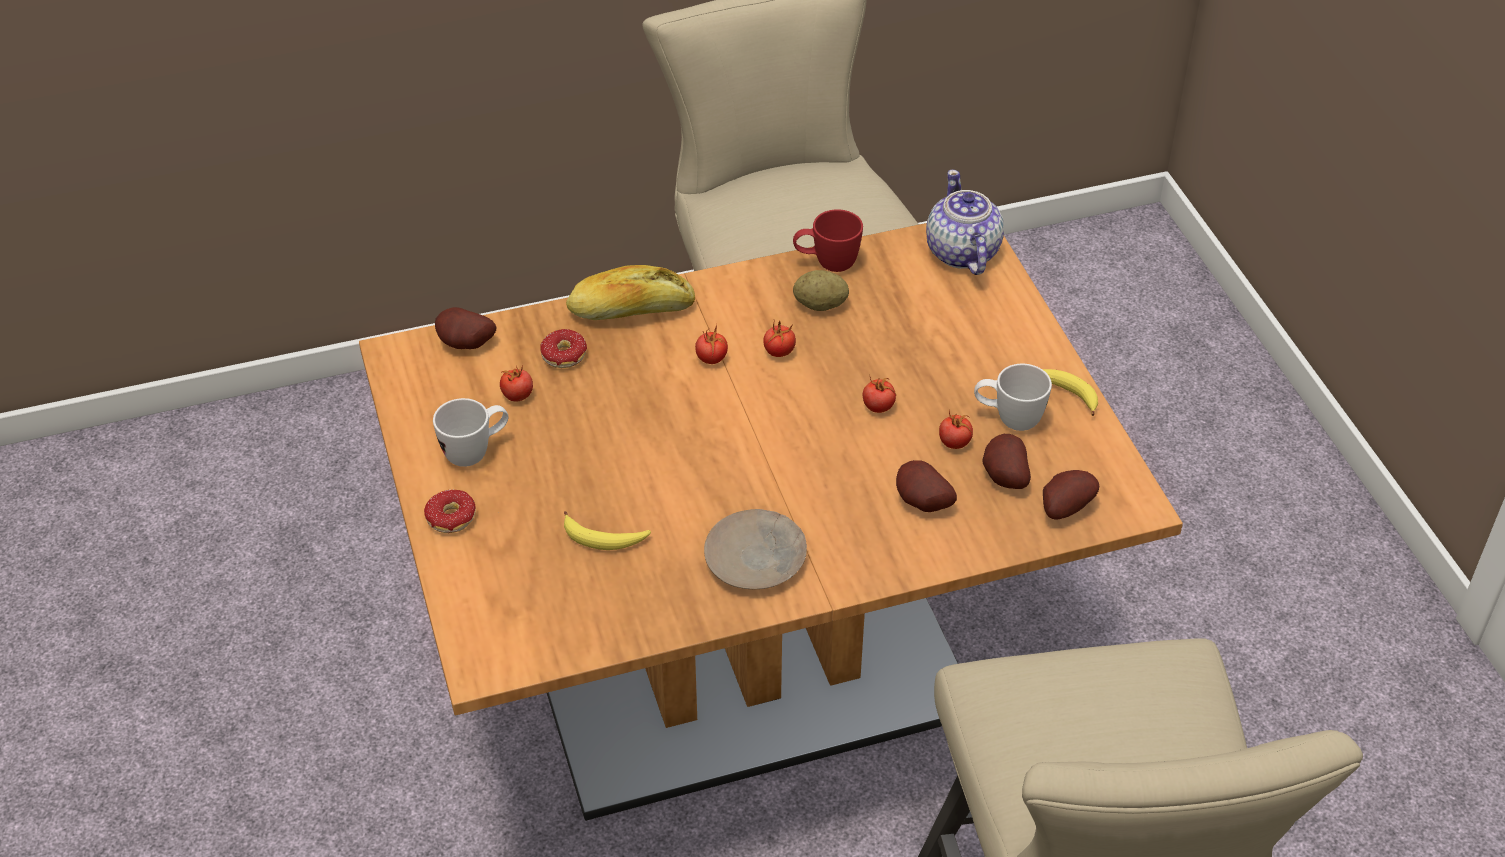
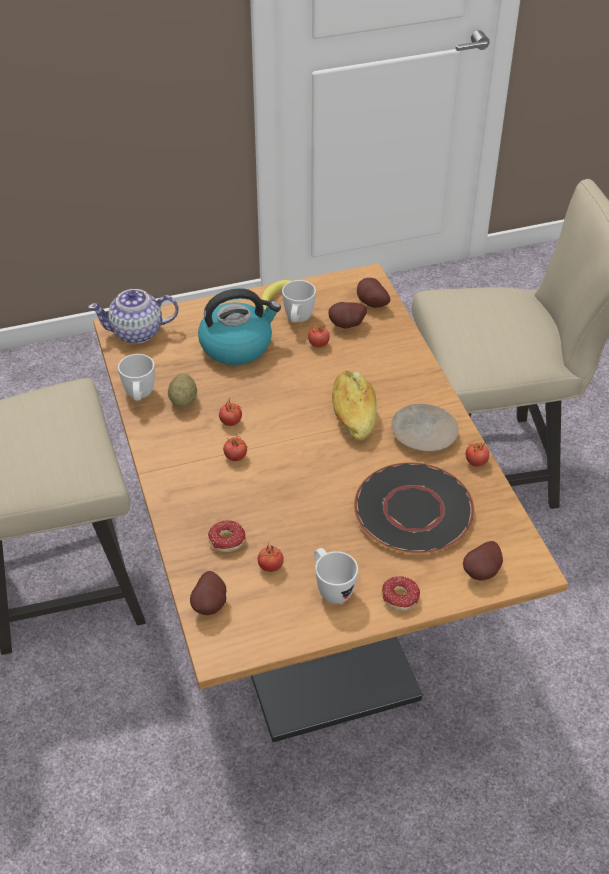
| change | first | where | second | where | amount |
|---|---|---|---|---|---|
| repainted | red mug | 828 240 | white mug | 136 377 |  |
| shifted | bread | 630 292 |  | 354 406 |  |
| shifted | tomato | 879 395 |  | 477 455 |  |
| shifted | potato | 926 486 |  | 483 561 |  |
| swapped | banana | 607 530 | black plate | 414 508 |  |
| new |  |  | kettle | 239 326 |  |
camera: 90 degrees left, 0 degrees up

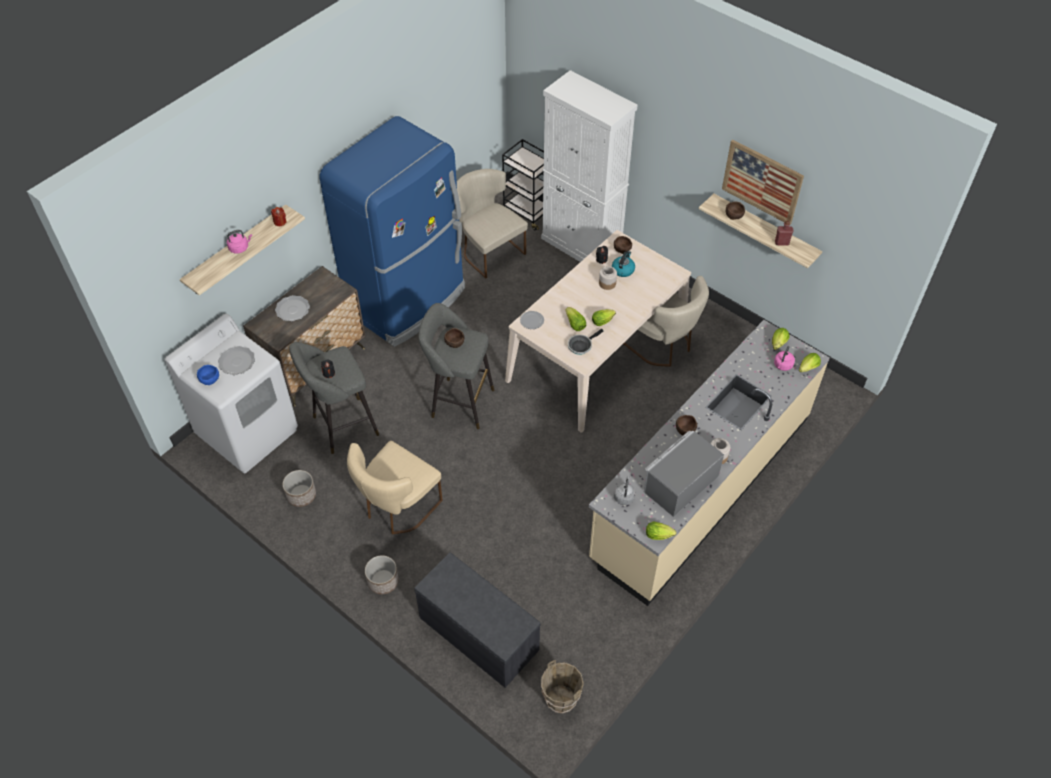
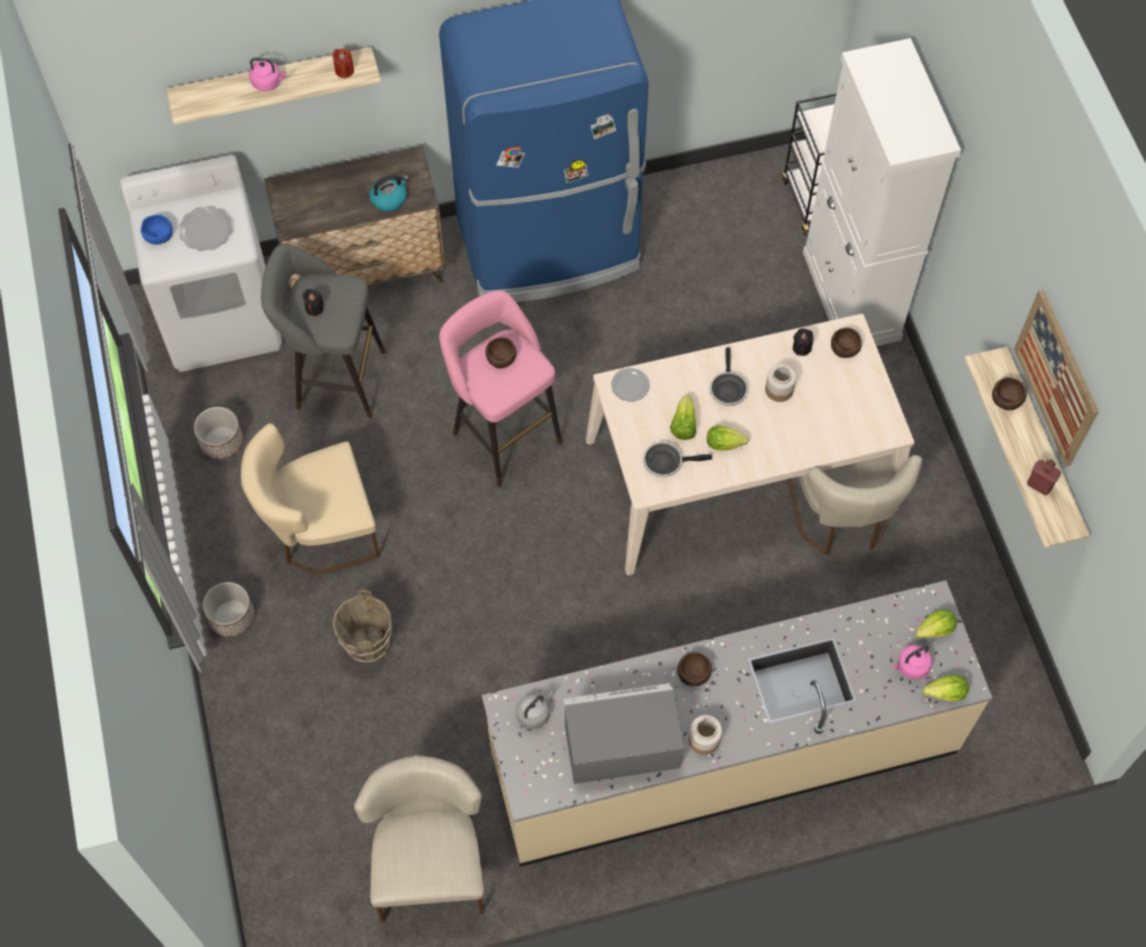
| change | first | where | second | where | amount |
|---|---|---|---|---|---|
| shifted | beige chair | 492 223 |  | 419 838 |  |
| shifted | kettle | 623 264 |  | 389 193 |  |
| gone | plate | 292 308 |  |  |  |
| repainted | grey stool | 456 366 | pink stool | 500 388 |  |
| gone | lettuce | 661 531 |  |  |  |
| gone | grey bench | 477 620 |  |  |  |
| shifted | brown bucket | 562 686 |  | 362 626 |  |
| new |  |  | frying pan | 729 376 |  |
camera: 35 degrees right, 10 degrees up

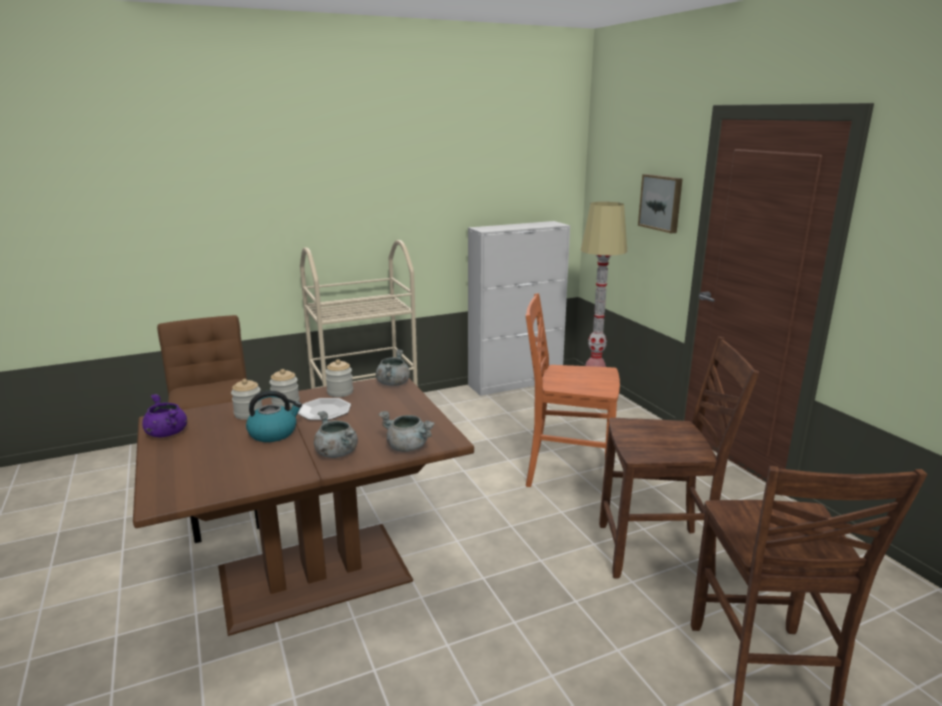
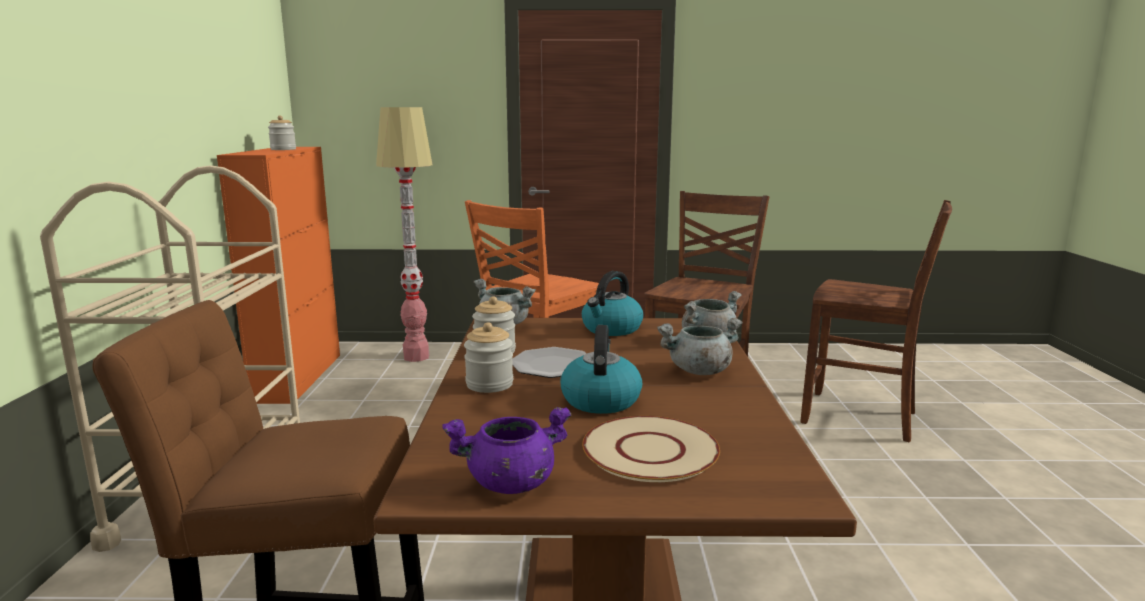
| change | first | where | second | where | amount |
|---|---|---|---|---|---|
| gone | picture | 660 203 |  |  |  |
| repainted | white cabinet | 519 308 | orange cabinet | 278 275 |  |
| shifted | jar | 246 399 |  | 282 132 |  |
| new |  |  | kettle | 613 303 |  |
| new |  |  | beige plate | 651 449 |  |
camera: 65 degrees left, 5 degrees down

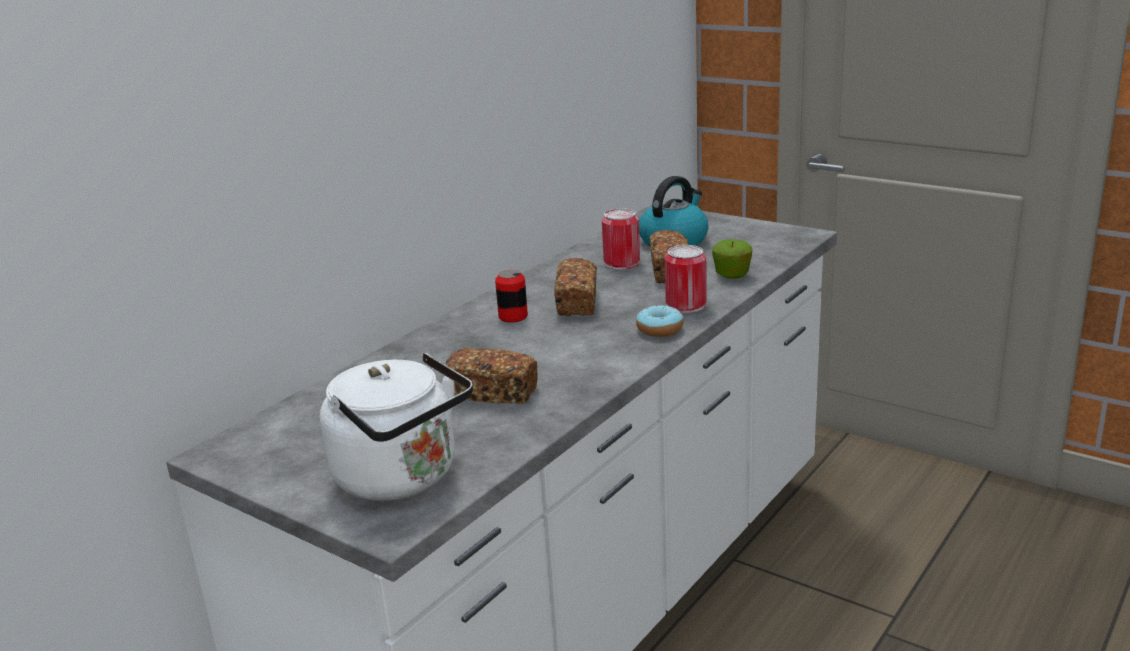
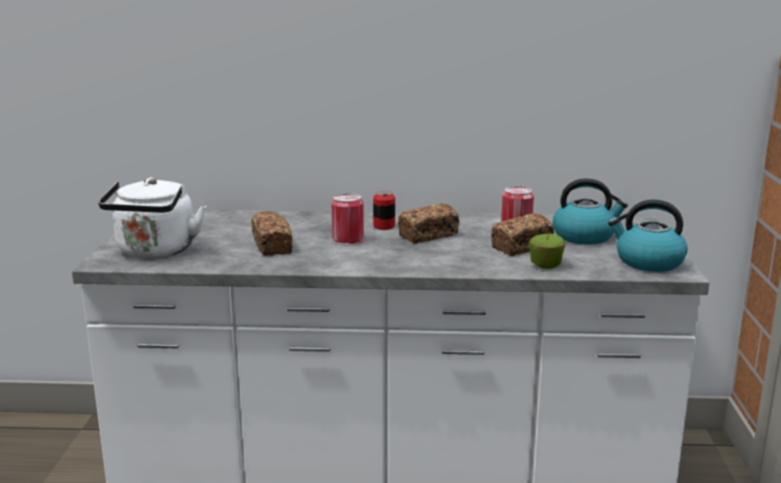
| change | first | where | second | where | amount |
|---|---|---|---|---|---|
| shifted | can | 686 279 |  | 348 219 |  |
| gone | donut | 660 321 |  |  |  |
| new |  |  | kettle | 648 236 |  |
camera: 55 degrees right, 5 degrees down

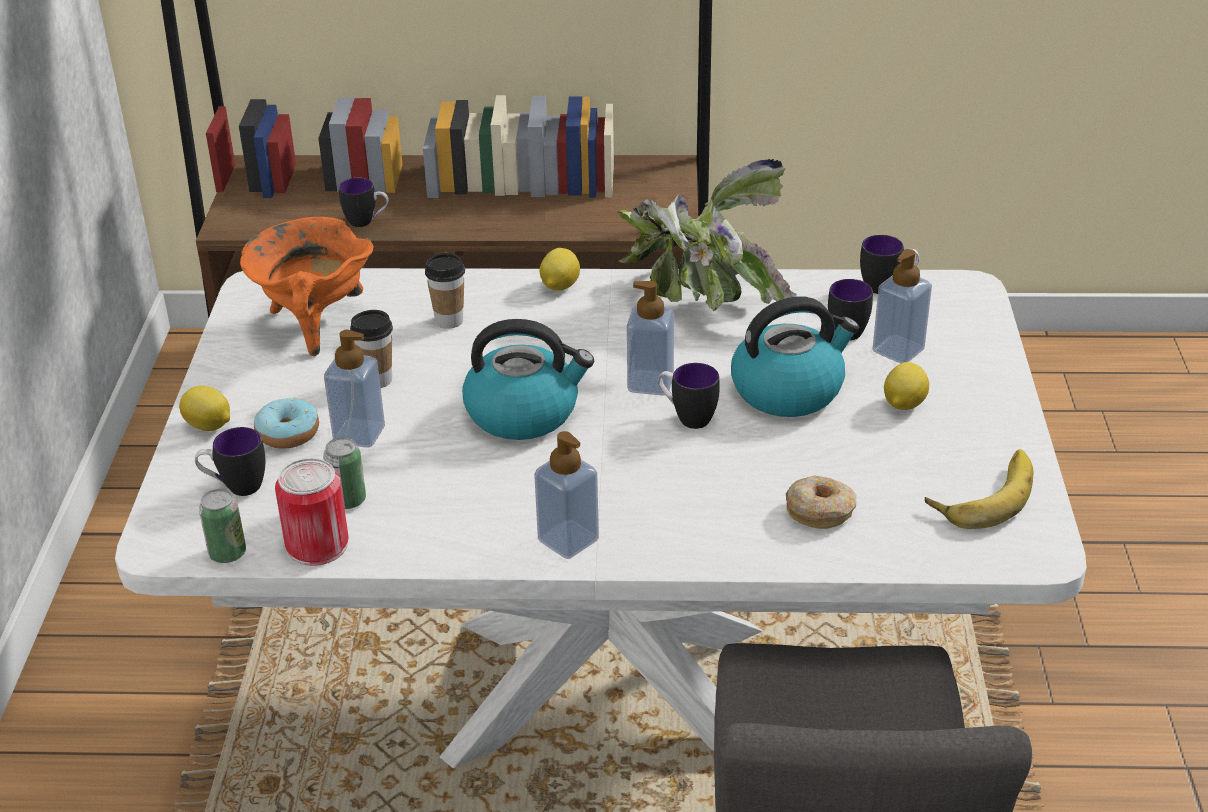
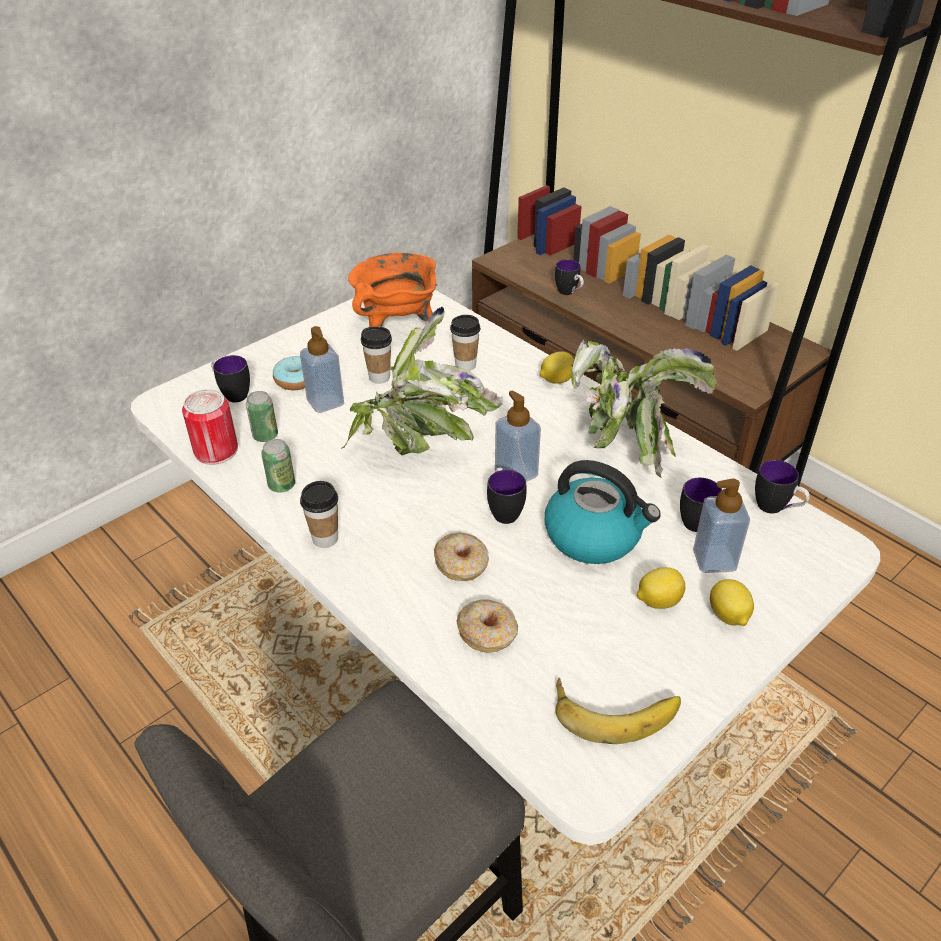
| change | first | where | second | where | amount |
|---|---|---|---|---|---|
| swapped | kettle | 528 379 | potted plant | 422 381 |  |
| shifted | lemon | 204 408 |  | 732 602 |  |
| swapped | soap dispenser | 566 495 | cup | 319 514 |  |
| shifted | can | 222 526 |  | 278 466 |  |
| new |  |  | donut | 461 557 |  |
camera: 45 degrees right, 5 degrees up

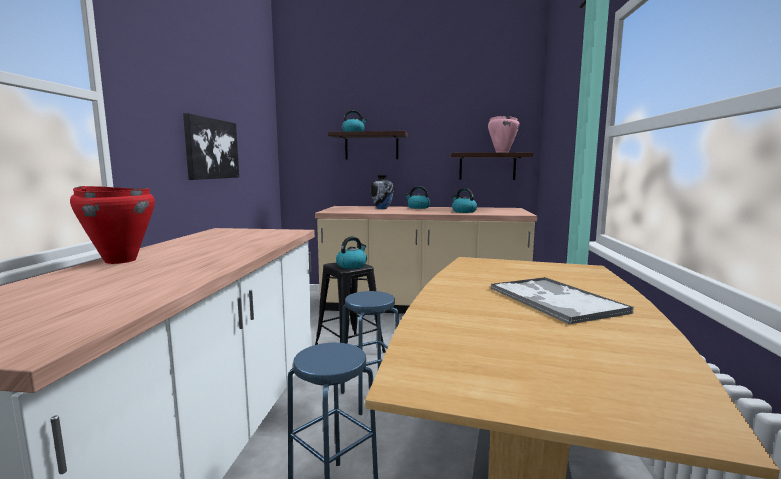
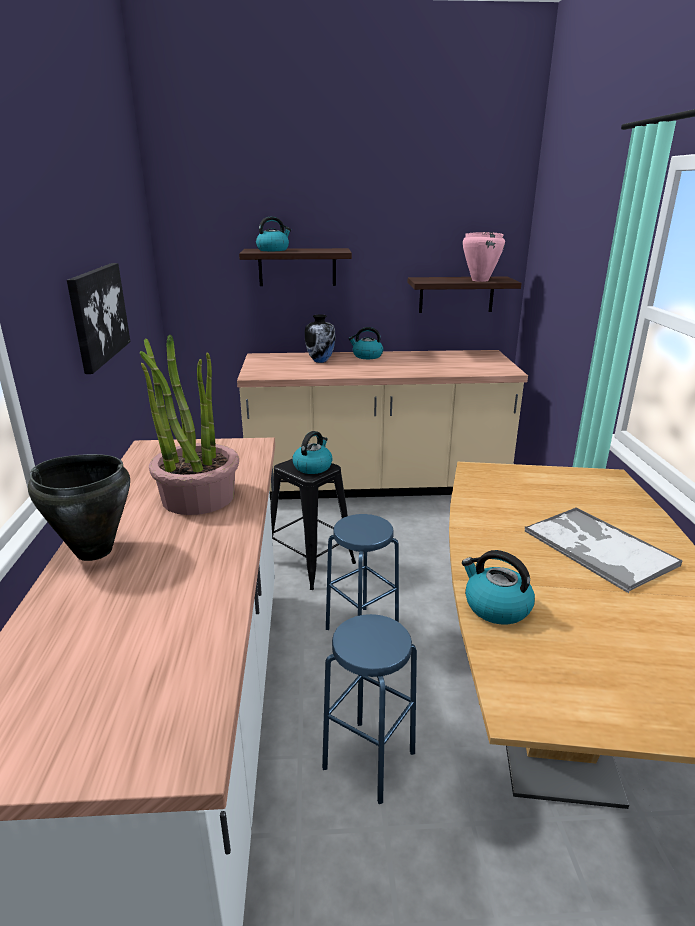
| change | first | where | second | where | amount |
|---|---|---|---|---|---|
| repainted | red cooking pot | 112 225 | black cooking pot | 79 507 |  |
| shifted | kettle | 464 200 |  | 498 587 |  |
| new |  |  | potted plant | 189 425 |  |
camera: 10 degrees left, 15 degrees up

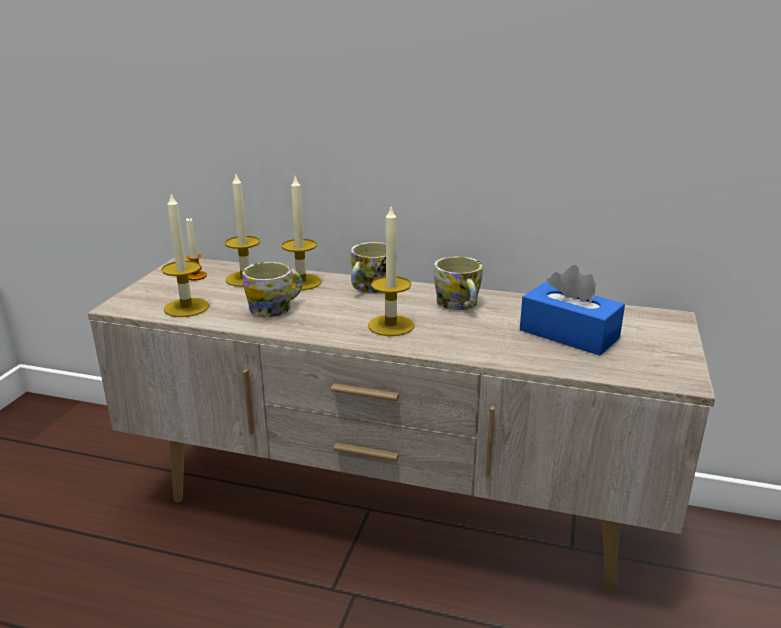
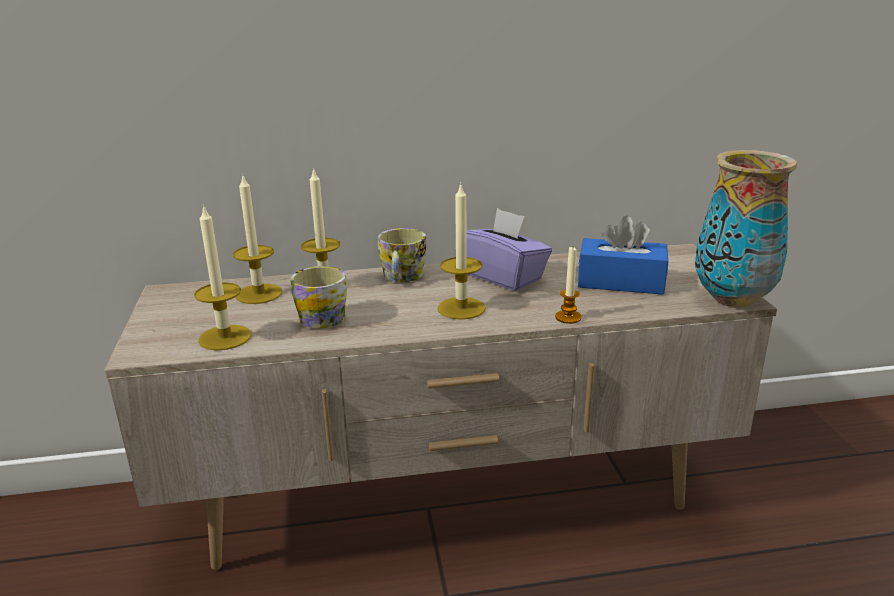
| change | first | where | second | where | amount |
|---|---|---|---|---|---|
| shifted | candle | 196 249 |  | 568 285 |  |
| swapped | mug | 458 283 | purple tissue box | 503 249 |  |
| new |  |  | vase | 746 229 |  |
camera: 25 degrees left, 0 degrees up

